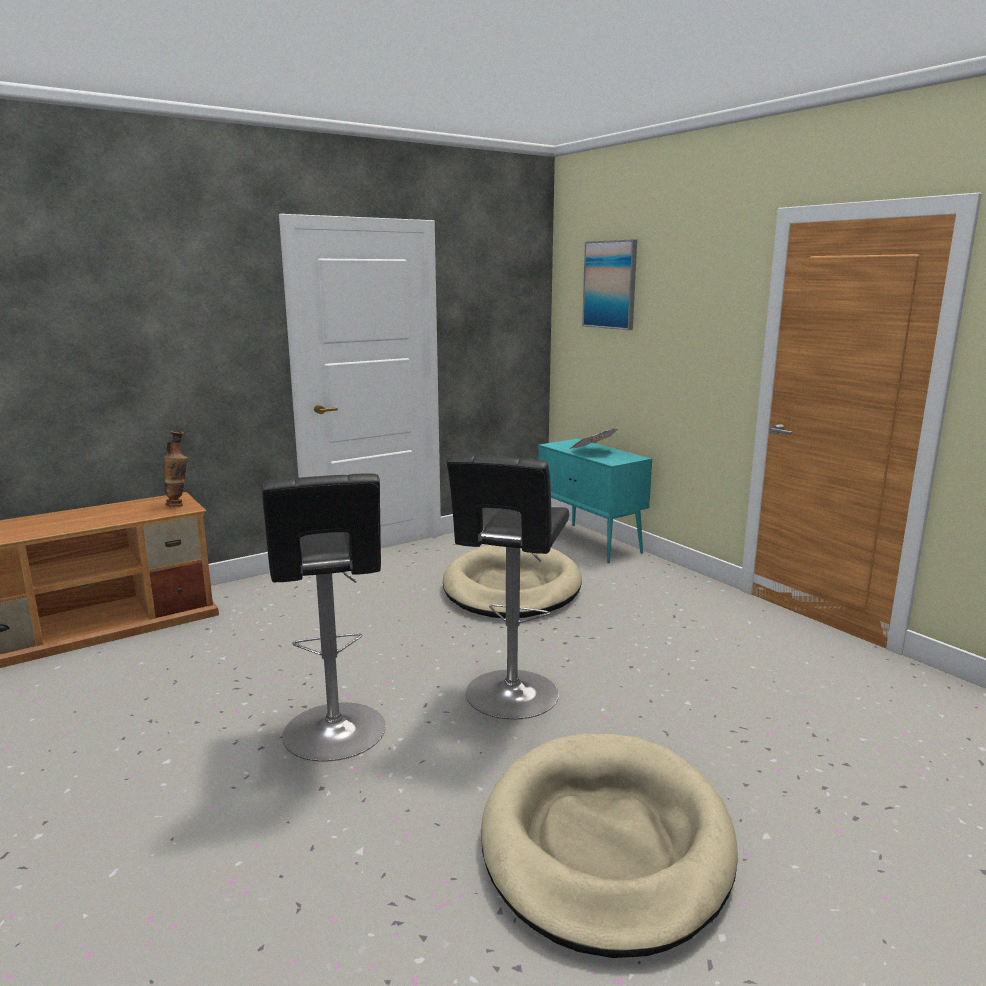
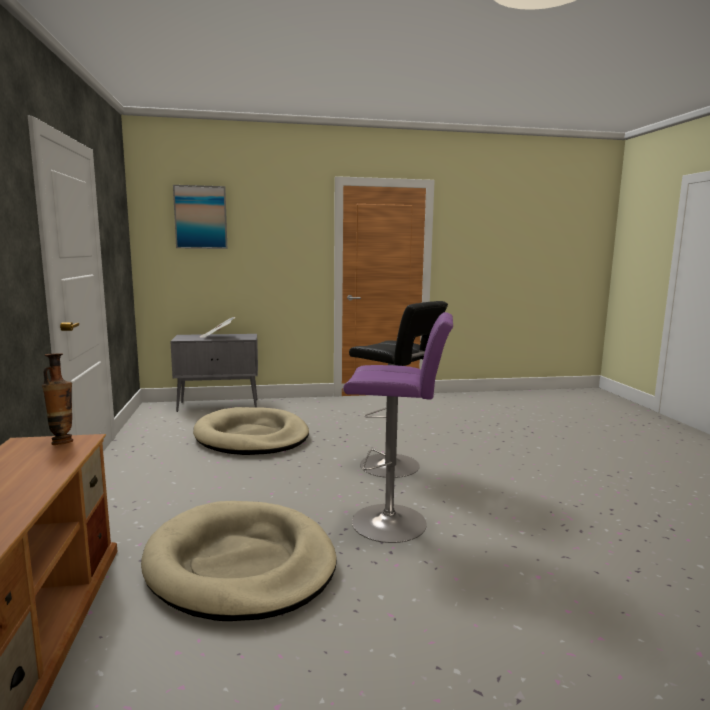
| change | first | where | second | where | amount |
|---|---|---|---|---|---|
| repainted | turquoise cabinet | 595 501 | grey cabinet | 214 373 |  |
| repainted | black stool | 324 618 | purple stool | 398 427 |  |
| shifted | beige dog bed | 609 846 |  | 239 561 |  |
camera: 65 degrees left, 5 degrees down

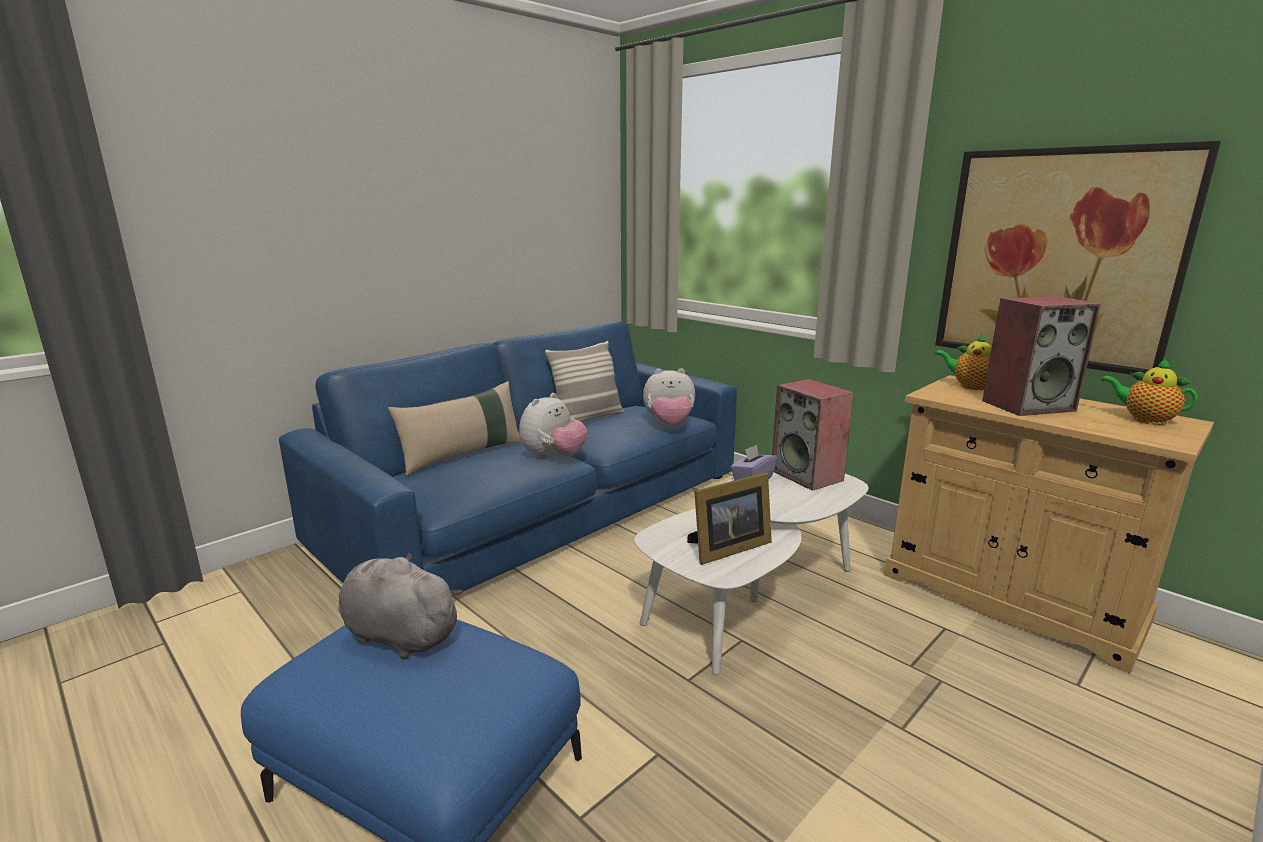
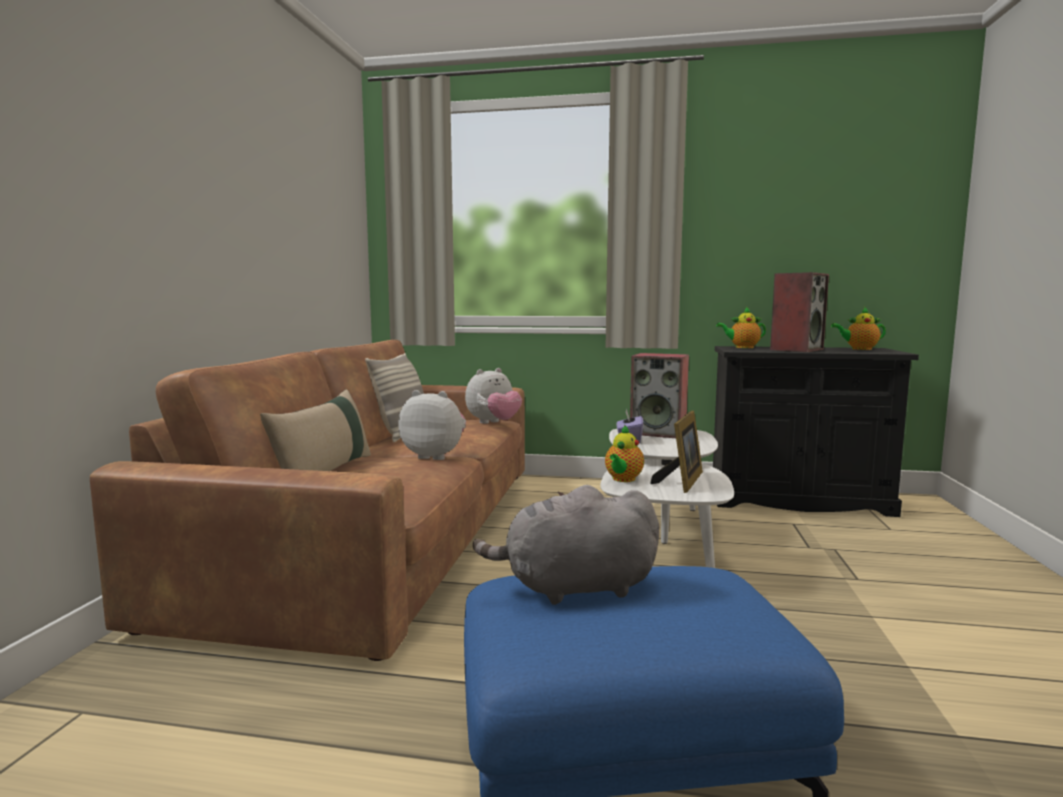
| change | first | where | second | where | amount |
|---|---|---|---|---|---|
| gone | picture | 1078 258 |  |  |  |
| repainted | blue sofa | 508 458 | brown sofa | 307 500 |  |
| repainted | beige cabinet | 1049 524 | black cabinet | 816 431 |  |
| rotated | plush toy | 553 426 |  | 432 425 | 75 degrees counterclockwise |
| new |  |  | teapot | 624 453 |  |
camera: 35 degrees left, 10 degrees down

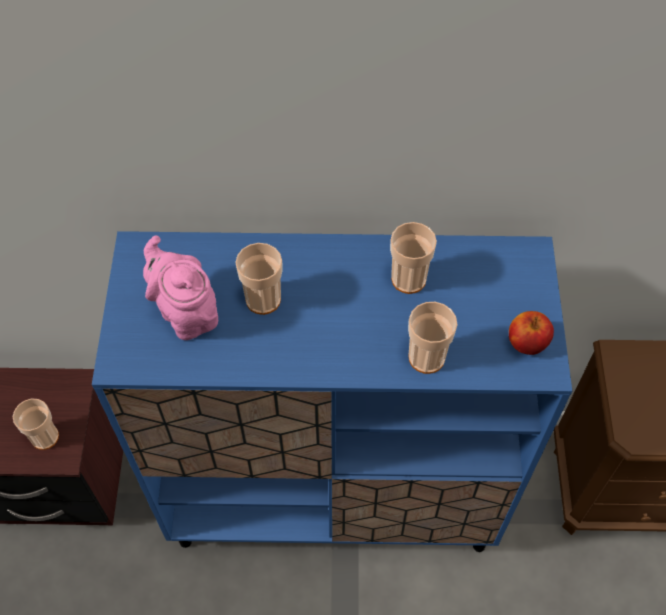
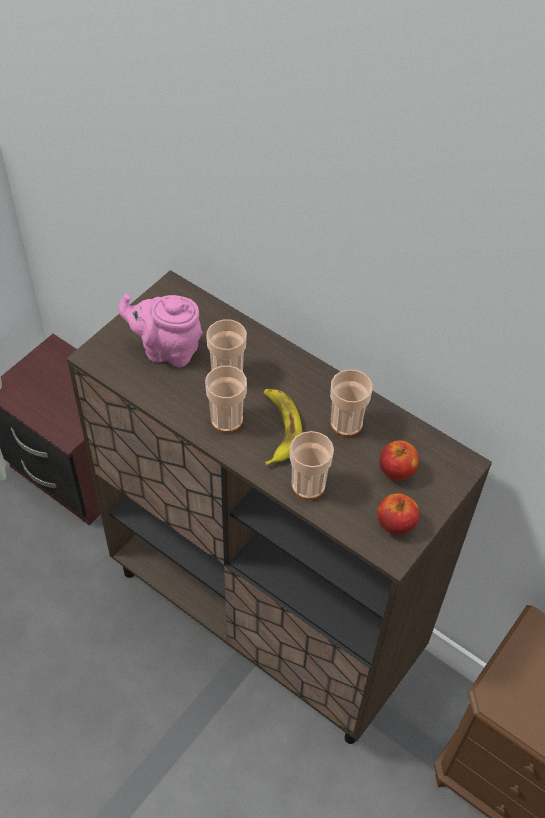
| change | first | where | second | where | amount |
|---|---|---|---|---|---|
| repainted | blue cabinet | 332 391 | brown cabinet | 279 507 |  |
| rotated | pink teapot | 180 287 |  | 160 330 | 75 degrees counterclockwise |
| shifted | cup | 36 424 |  | 226 399 |  |
| new |  |  | banana | 283 427 |  |
| new |  |  | apple | 399 460 |  |
camera: 35 degrees right, 5 degrees down

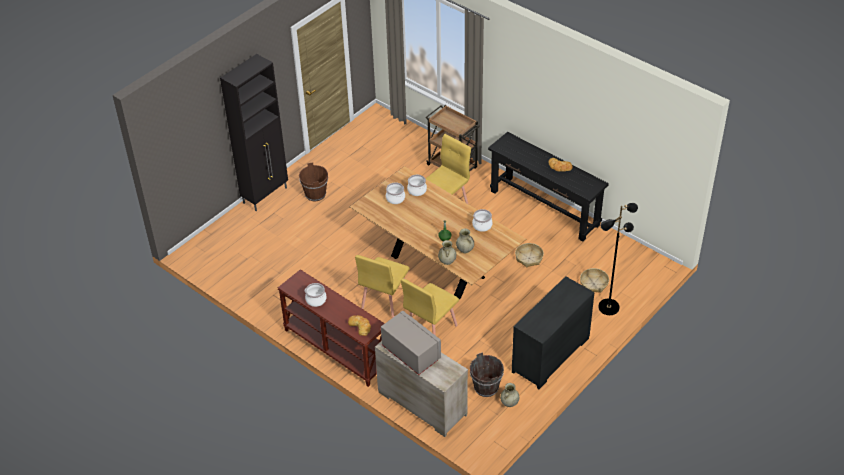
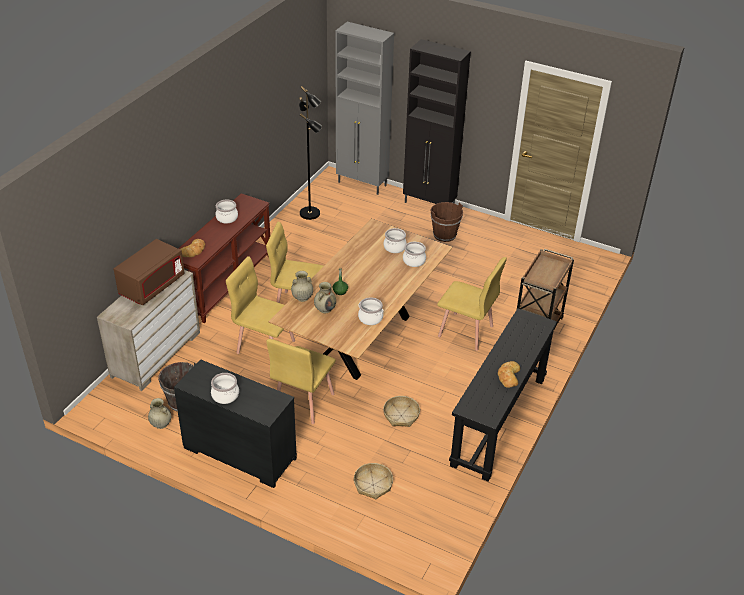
| change | first | where | second | where | amount |
|---|---|---|---|---|---|
| shifted | black floor lamp | 618 259 |  | 310 153 |  |
| repainted | grey microwave | 411 343 | brown microwave | 149 272 |  |
| new |  |  | grey cabinet | 364 108 |  |
| new |  |  | yellow chair | 301 381 |  |
| new |  |  | cooking pot | 225 388 |  |
camera: 75 degrees right, 5 degrees down

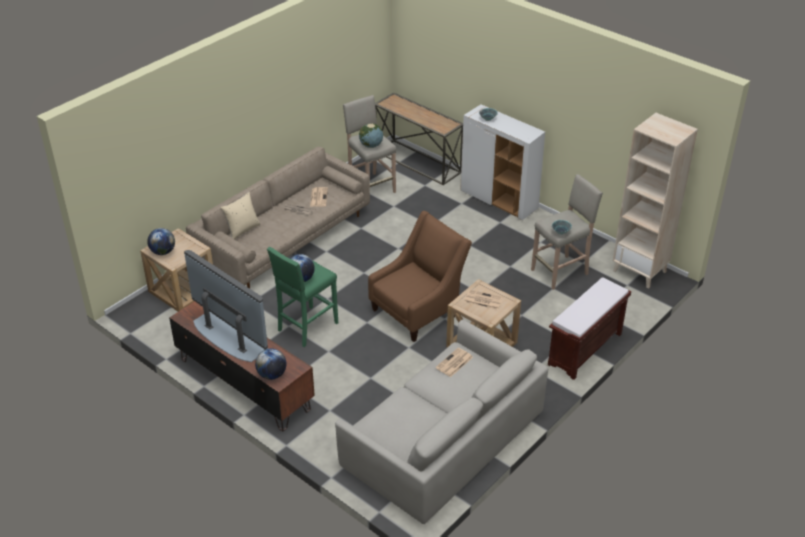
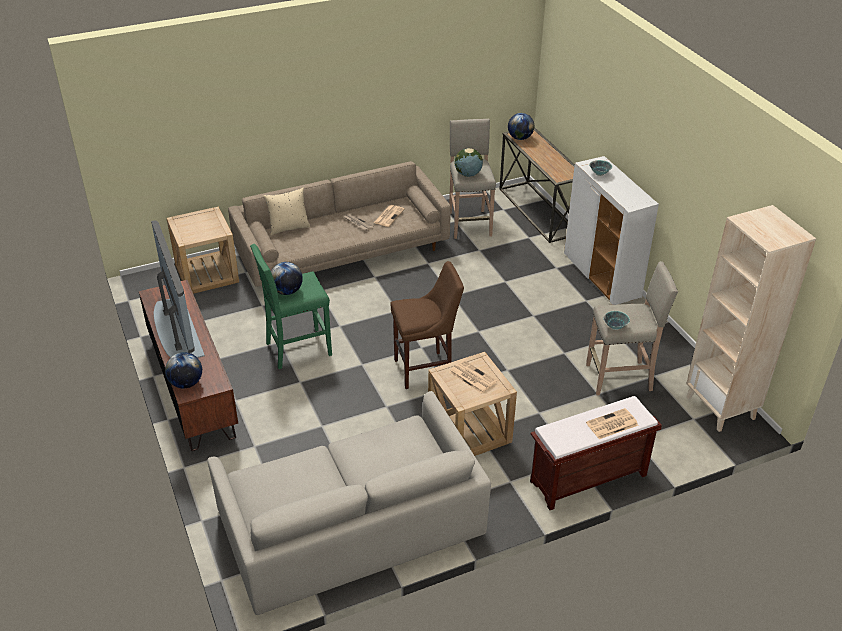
| change | first | where | second | where | amount |
|---|---|---|---|---|---|
| swapped | brown armchair | 420 276 | brown stool | 427 325 |  |
| shifted | globe | 161 241 |  | 521 126 |  |
| shifted | newspaper | 454 362 |  | 612 423 |  |
camera: 25 degrees right, 0 degrees up

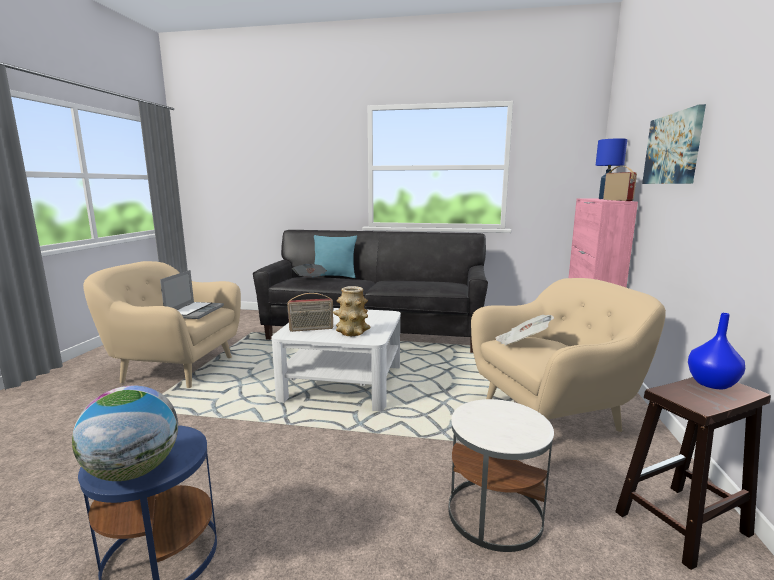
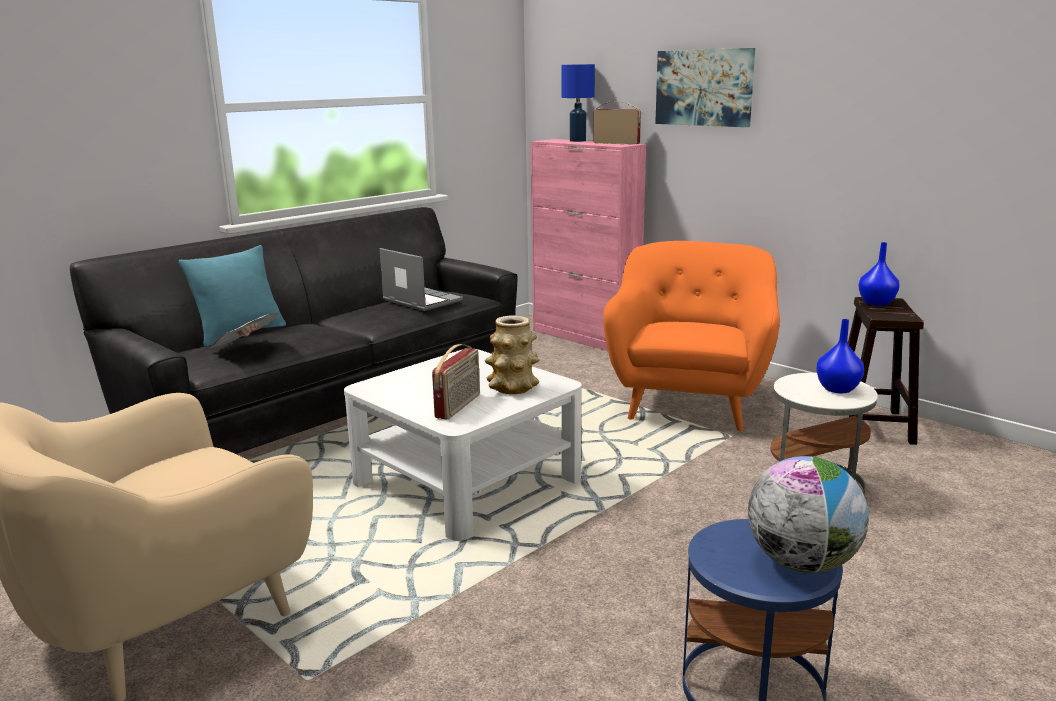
| change | first | where | second | where | amount |
|---|---|---|---|---|---|
| shifted | laptop | 192 294 |  | 421 279 |  |
| repainted | beige armchair | 568 355 | orange armchair | 691 336 |  |
| gone | newspaper | 524 330 |  |  |  |
| new |  |  | blue vase | 840 356 |  |
camera: 55 degrees left, 5 degrees up

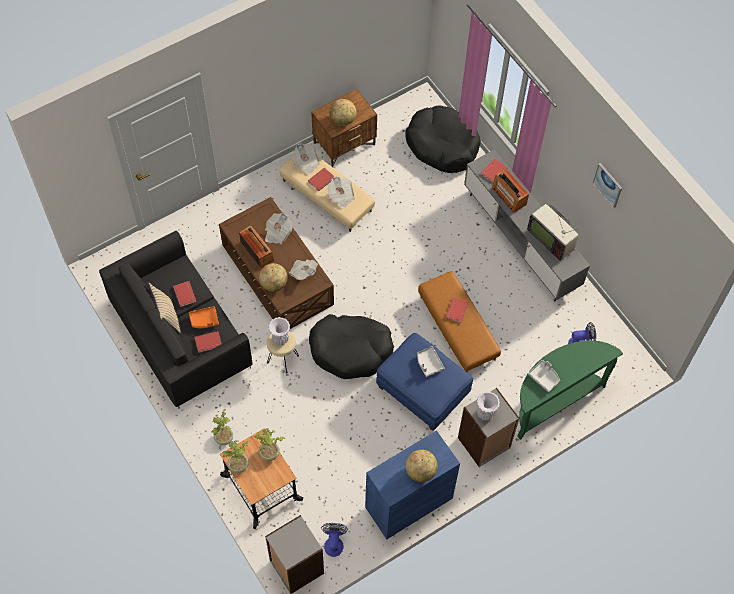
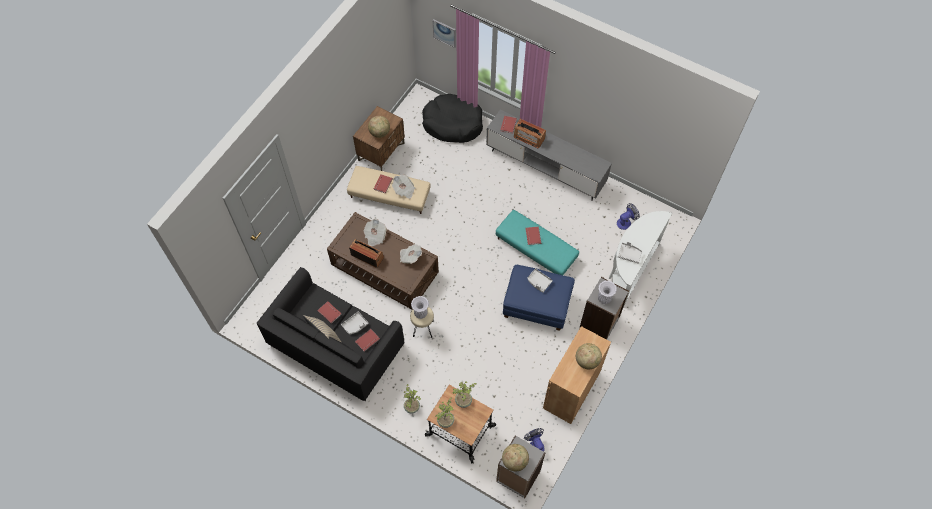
| change | first | where | second | where | amount |
|---|---|---|---|---|---|
| gone | newspaper | 306 159 |  |  |  |
| shifted | picture | 607 185 |  | 444 33 |  |
| gone | television | 553 232 |  |  |  |
| shifted | globe | 273 277 |  | 515 457 |  |
| repainted | brown ottoman | 459 321 | turquoise ottoman | 537 242 |  |
| repainted | orange tray | 204 317 | grey tray | 355 323 |  |
| gone | black dog bed | 351 346 |  |  |  |
| repainted | green console table | 570 390 | white console table | 640 259 |  |
| repainted | blue cabinet | 412 484 | brown cabinet | 577 375 |  |
camera: 25 degrees left, 0 degrees up

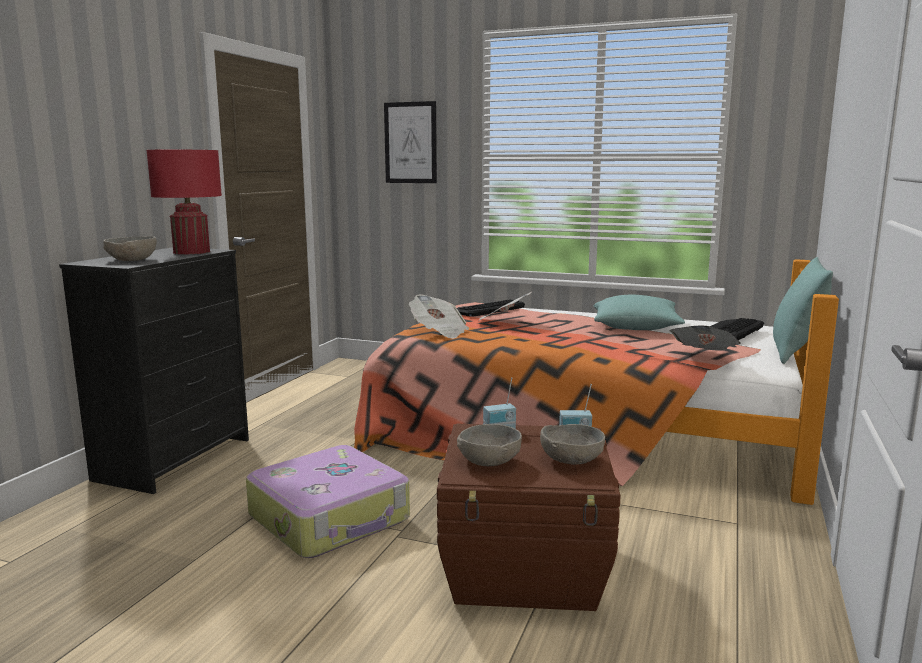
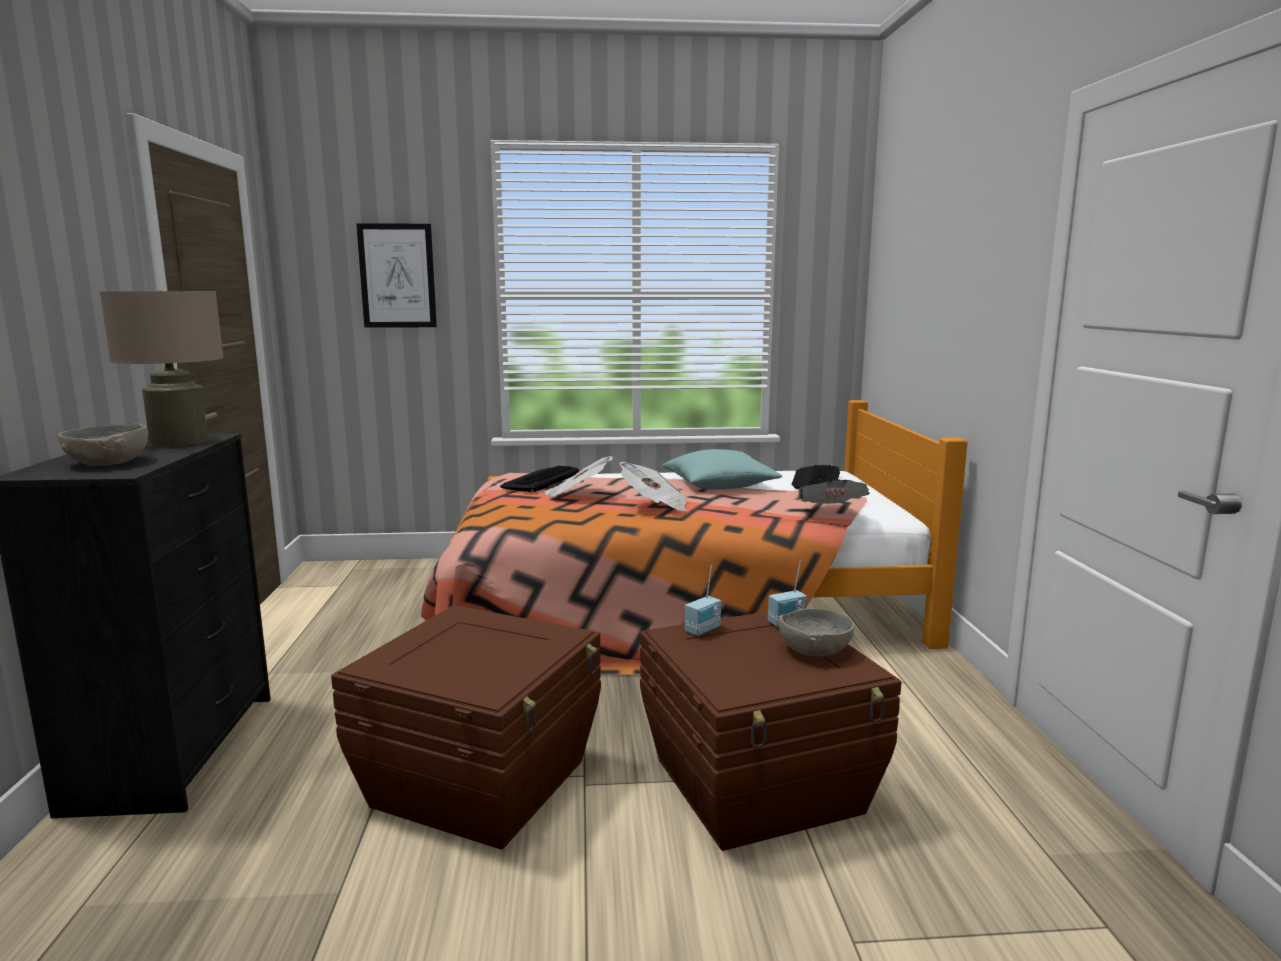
| change | first | where | second | where | amount |
|---|---|---|---|---|---|
| repainted | red table lamp | 184 202 | beige table lamp | 162 368 |  |
| gone | turquoise pillow | 803 310 |  |  |  |
| shifted | newspaper | 439 316 |  | 653 486 |  |
| gone | grey bowl | 489 445 |  |  |  |
| swapped | suitcase | 328 501 | brown storage box | 466 727 |  |
camera: 25 degrees left, 0 degrees up

